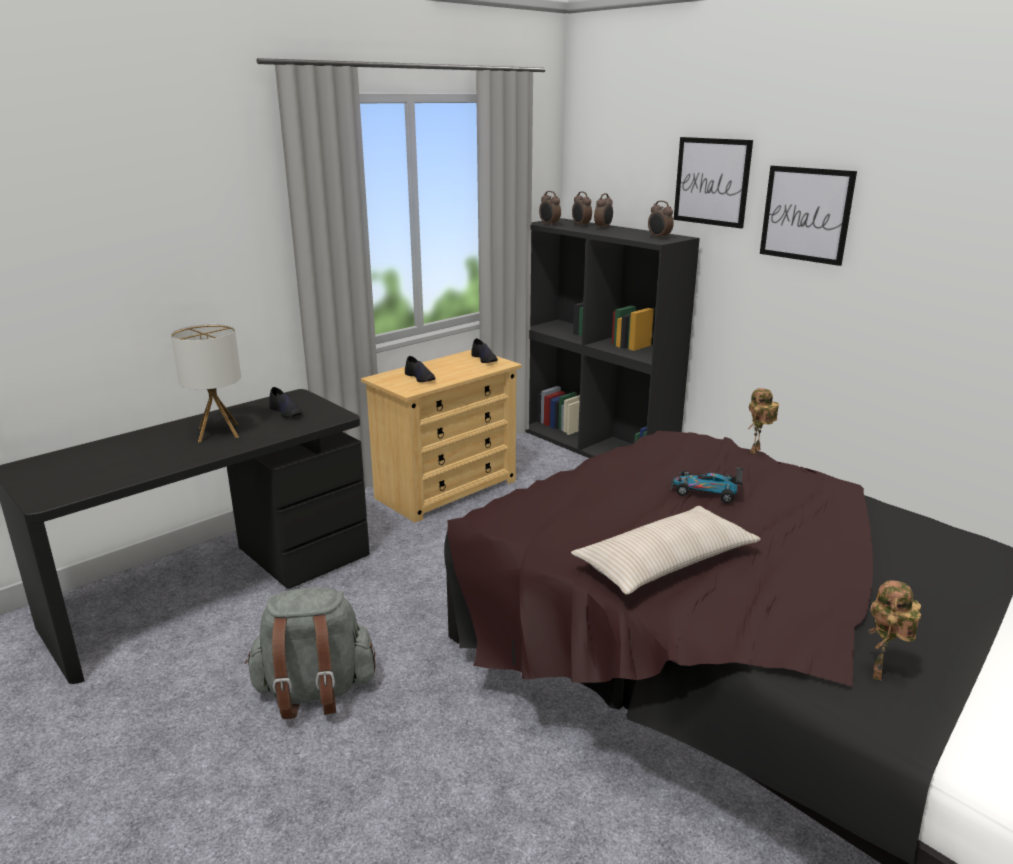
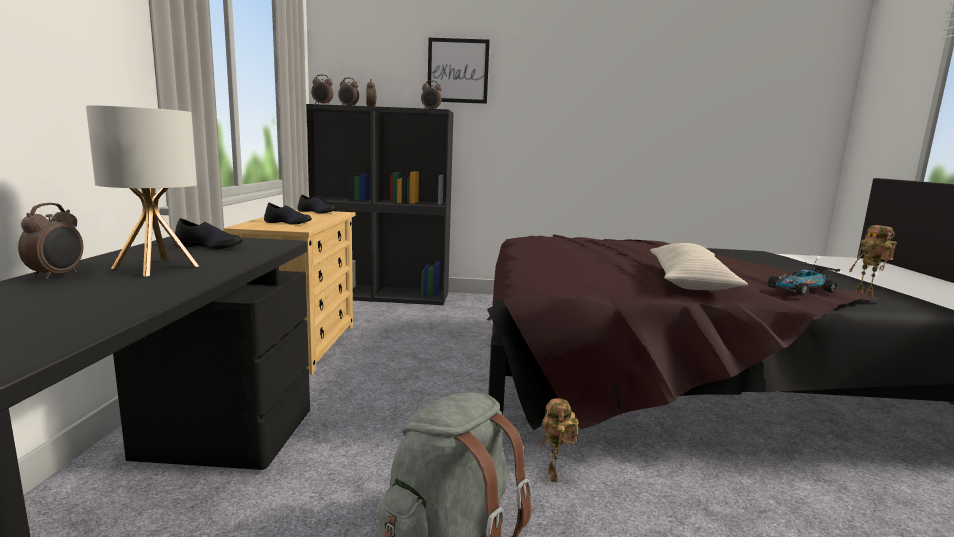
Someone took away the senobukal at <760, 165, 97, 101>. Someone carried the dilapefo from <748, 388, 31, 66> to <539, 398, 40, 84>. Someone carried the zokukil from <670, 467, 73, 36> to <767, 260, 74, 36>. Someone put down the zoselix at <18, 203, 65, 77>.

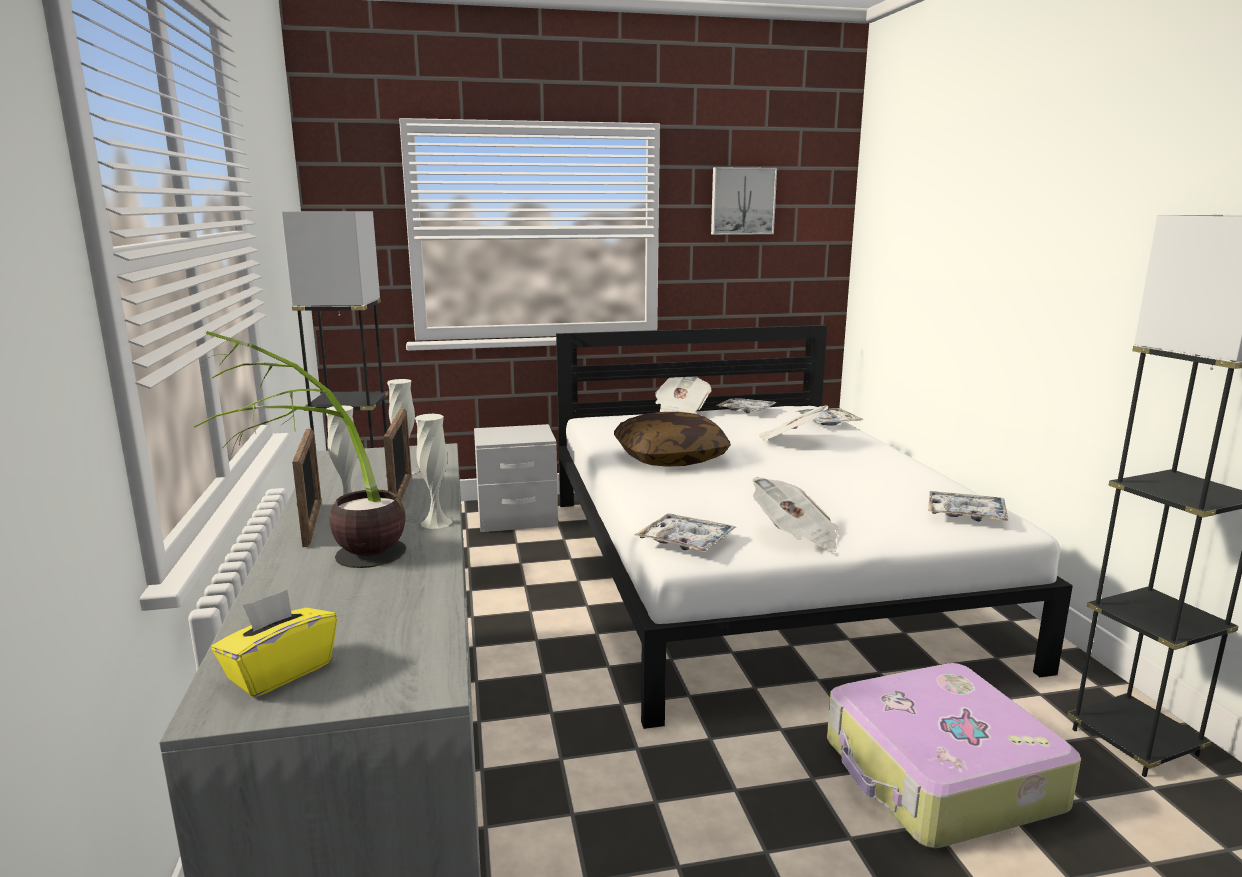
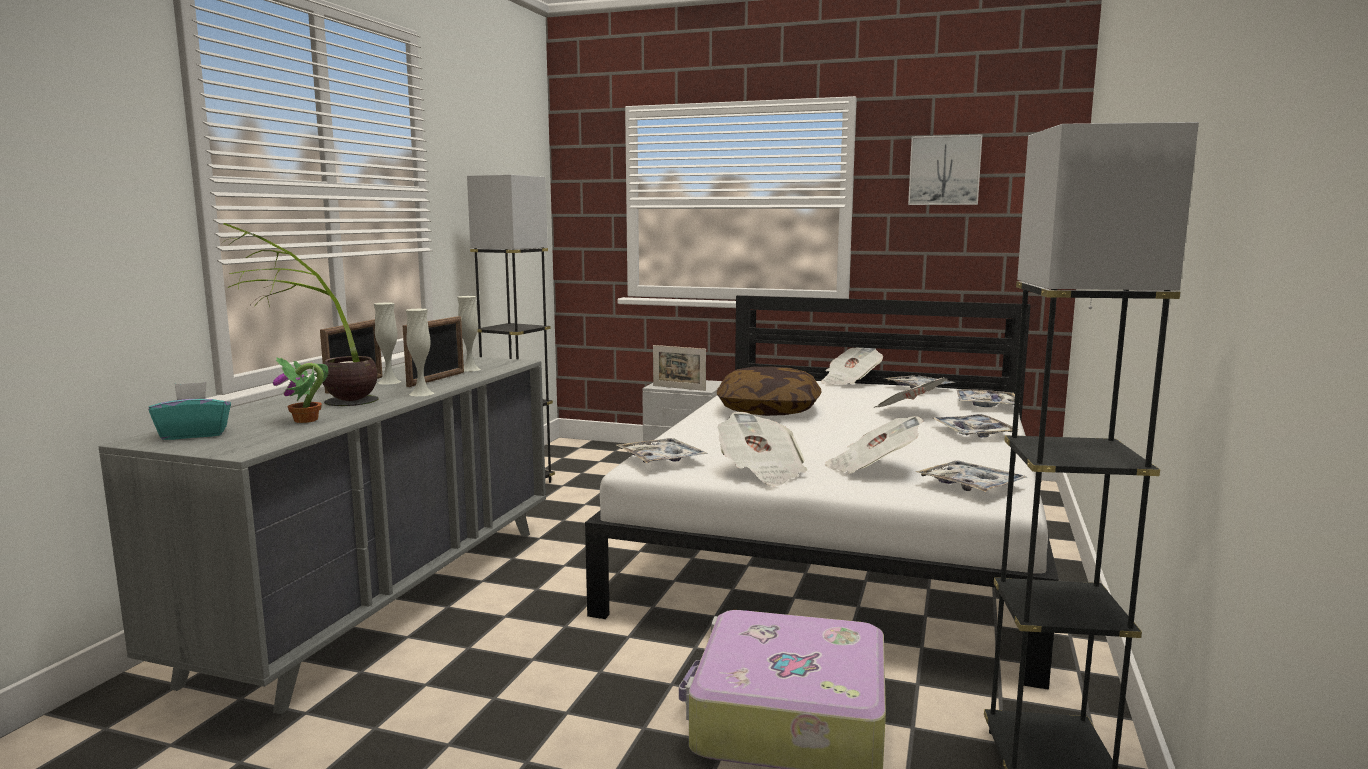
Someone repainted the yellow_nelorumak at <211, 589, 126, 109>, which became the turquoise_nelorumak at <149, 382, 82, 58>. Someone put down the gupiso at <653, 345, 53, 46>. Someone put down the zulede at <273, 357, 55, 66>. Someone put down the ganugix at <933, 414, 80, 24>. Someone put down the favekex at <825, 416, 99, 58>.

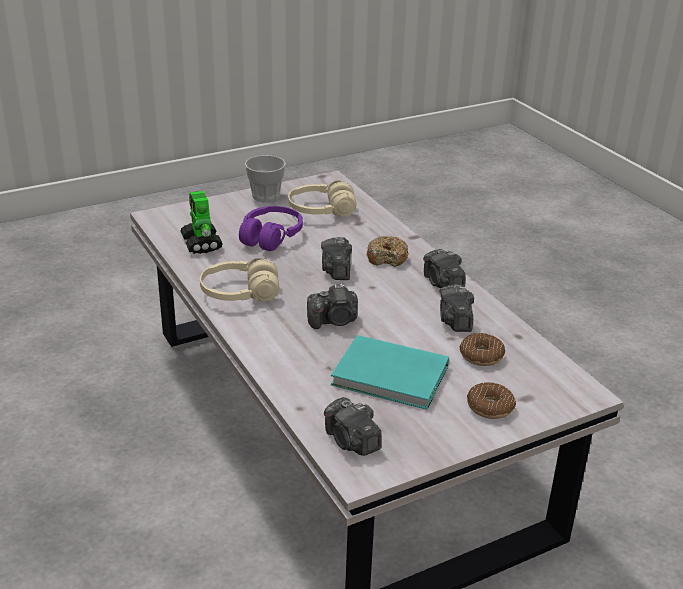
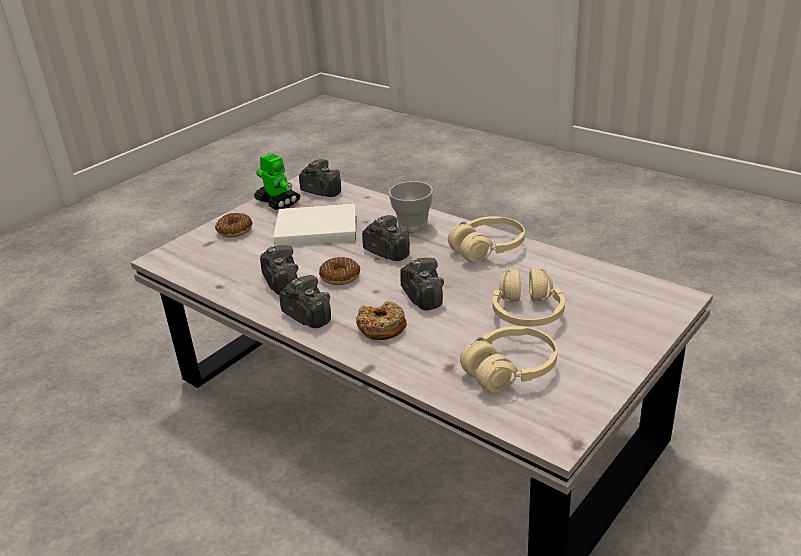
Someone carried the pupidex from <245, 155, 41, 47> to <389, 181, 44, 52>. Someone carried the dilapefo from <180, 191, 43, 63> to <254, 153, 46, 57>. Someone repainted the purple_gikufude at <239, 206, 64, 45>, which became the beige_gikufude at <493, 268, 72, 58>. Someone rotated the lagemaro at <307, 283, 51, 46> by 75 degrees clockwise. Someone carried the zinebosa from <460, 333, 45, 33> to <319, 257, 41, 28>. Someone repainted the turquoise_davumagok at <331, 335, 118, 75>, which became the white_davumagok at <273, 204, 83, 42>.

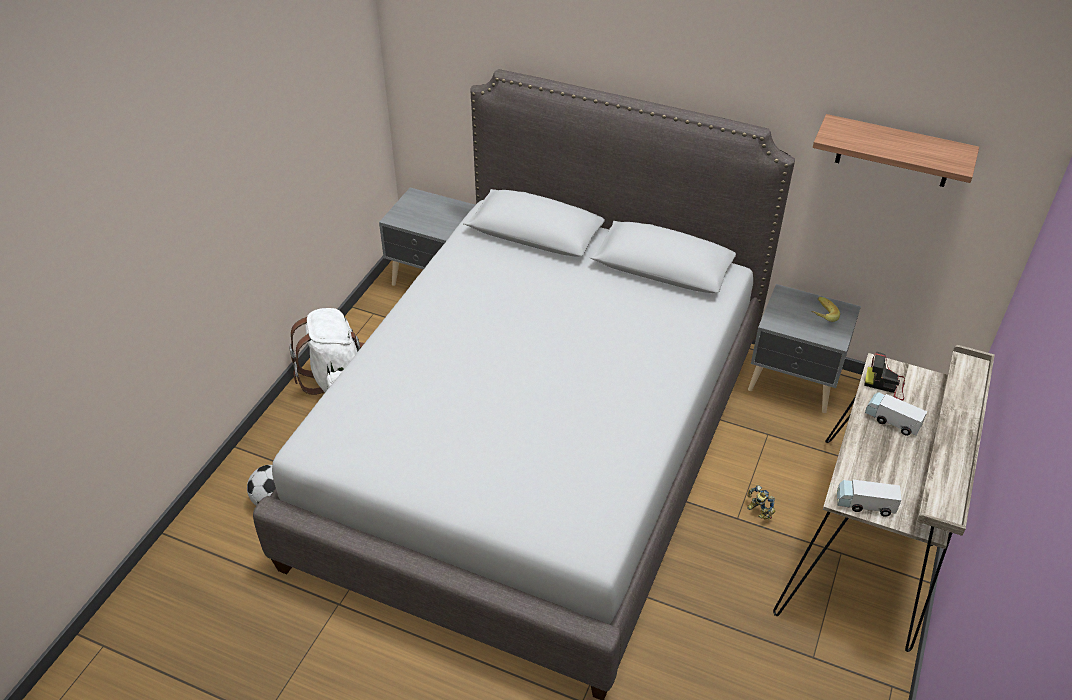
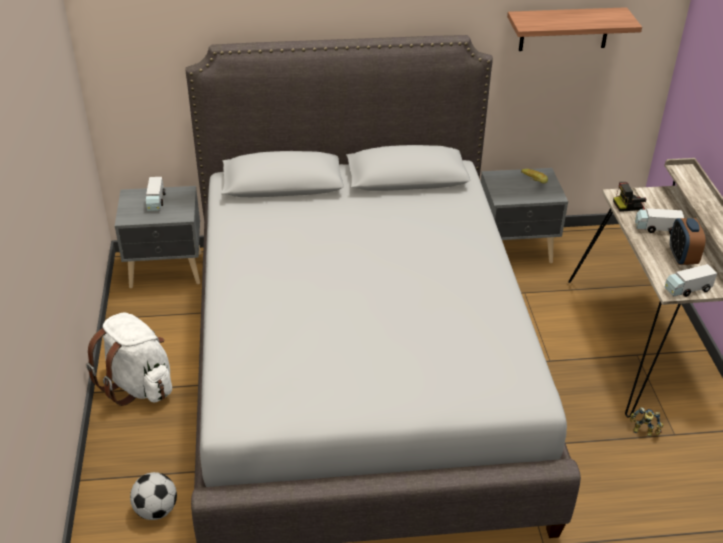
Someone carried the dilapefo from <747, 485, 28, 35> to <630, 407, 33, 29>. Someone put down the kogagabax at <146, 177, 20, 34>. Someone put down the zoselix at <670, 218, 36, 47>.

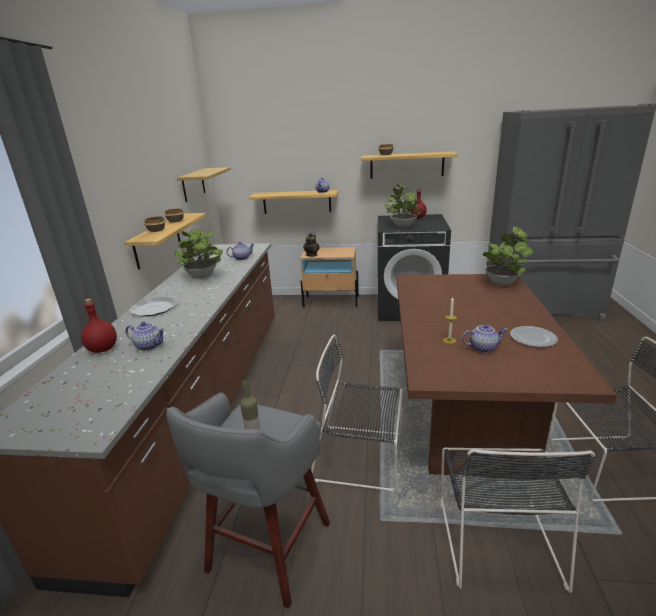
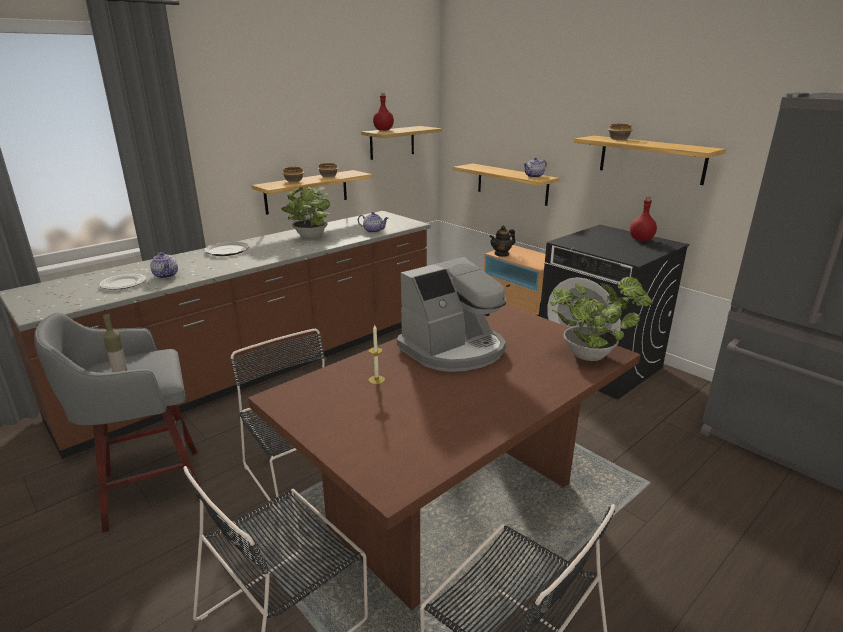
Someone took away the zulede at <385, 183, 37, 45>. Someone carried the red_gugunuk from <81, 298, 36, 55> to <373, 93, 21, 38>. Someone took away the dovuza at <462, 324, 46, 29>. Someone carried the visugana from <510, 326, 48, 21> to <99, 274, 47, 16>. Someone put down the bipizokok at <397, 257, 109, 115>.

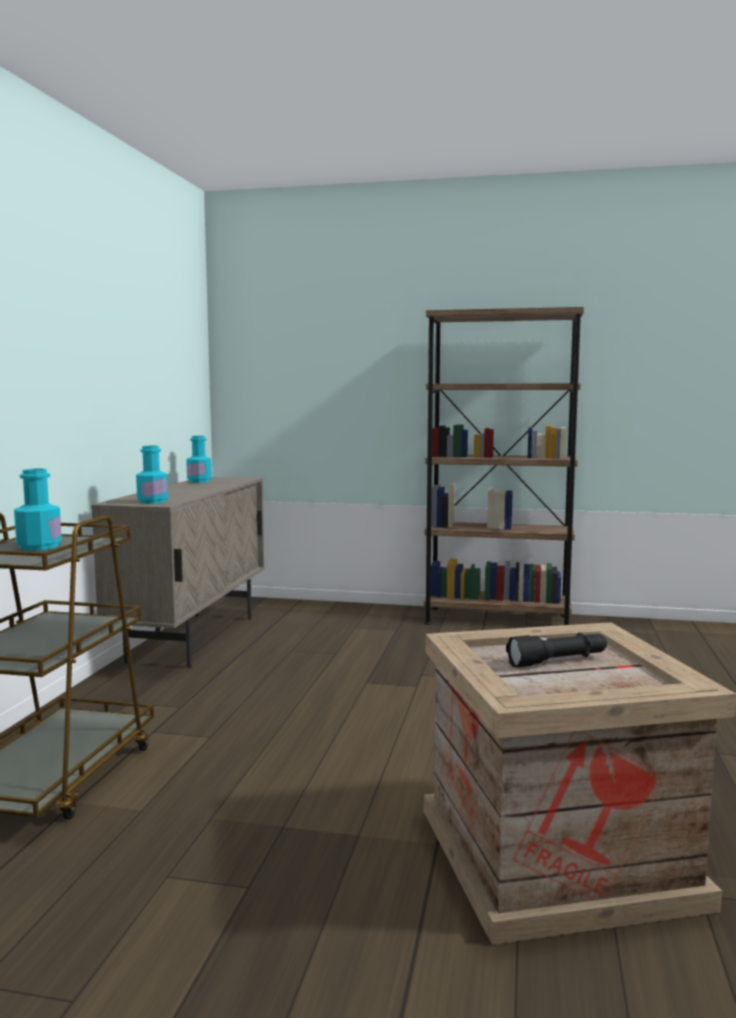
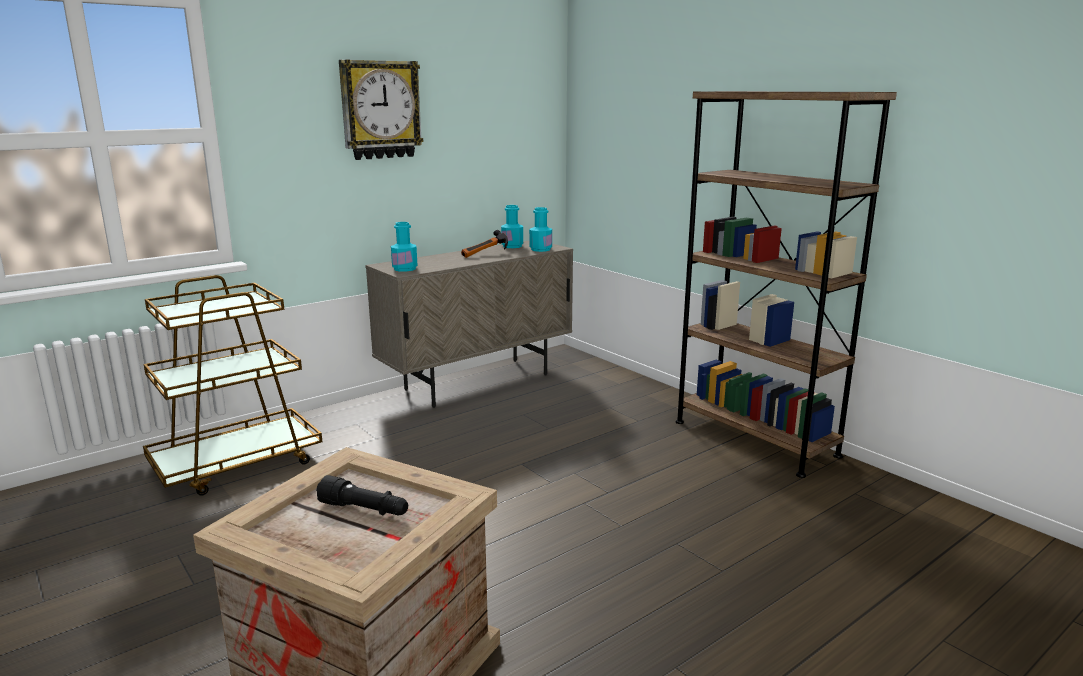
Someone carried the turquoise_gugunuk from <14, 469, 48, 81> to <529, 207, 23, 45>. Someone put up the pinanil at <339, 59, 84, 101>. Someone put down the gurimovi at <461, 230, 47, 28>.

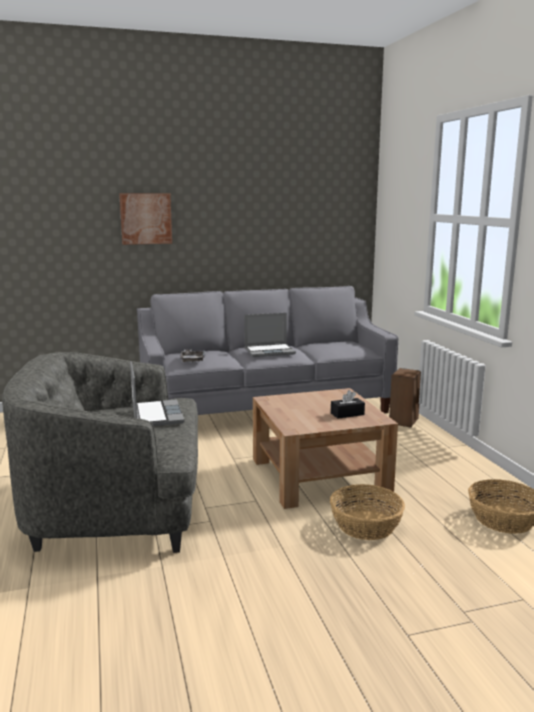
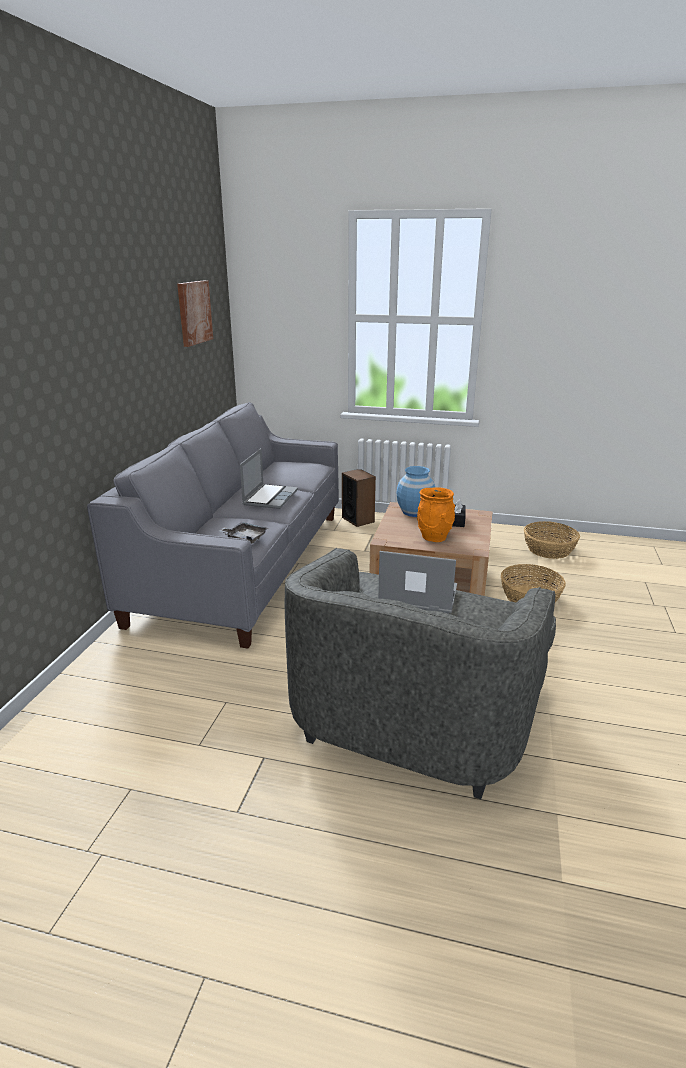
Someone carried the senobukal from <119, 194, 53, 51> to <177, 280, 36, 67>. Someone put down the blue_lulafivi at <397, 466, 38, 51>. Someone put down the orange_lulafivi at <417, 488, 38, 54>.

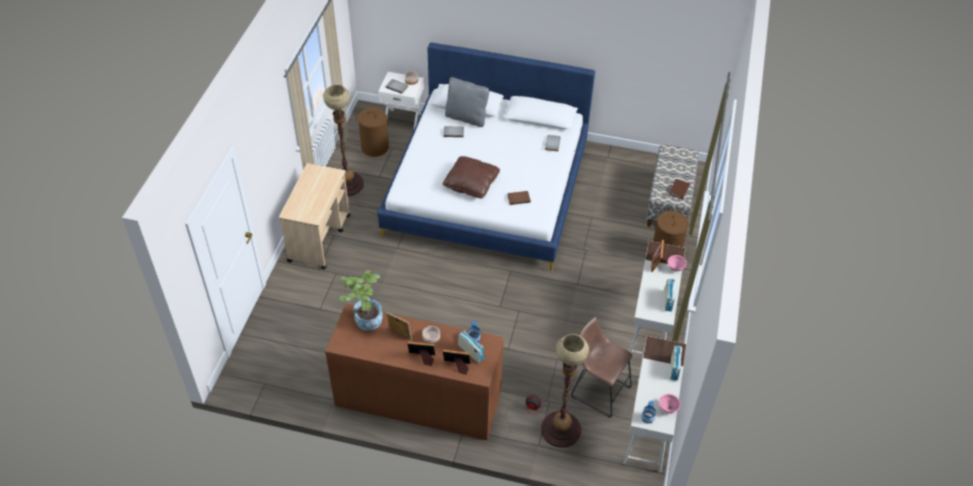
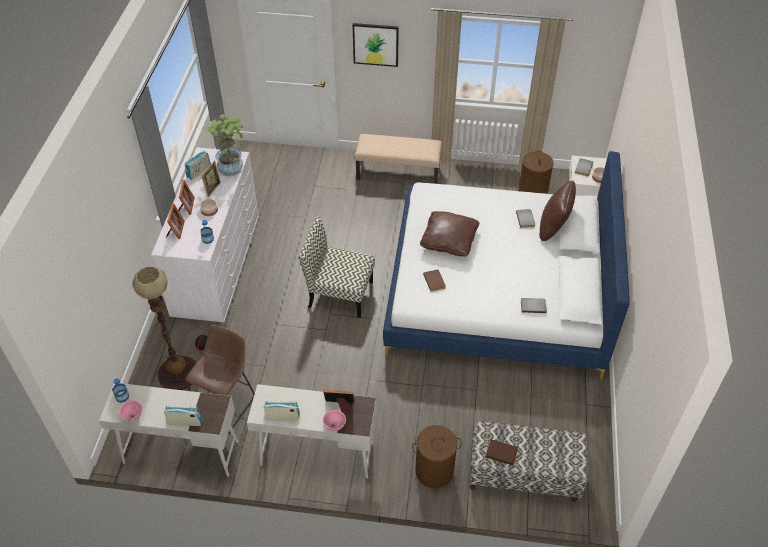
Someone repainted the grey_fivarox at <445, 77, 44, 50>, which became the brown_fivarox at <539, 180, 37, 61>. Someone took away the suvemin at <323, 85, 41, 111>. Someone swapped the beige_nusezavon at <279, 163, 71, 106> for the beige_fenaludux at <355, 134, 87, 50>. Someone repainted the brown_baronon at <325, 304, 179, 136>, which became the white_baronon at <151, 148, 108, 174>. Someone carried the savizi from <458, 331, 26, 32> to <184, 151, 27, 29>. Someone put up the senobukal at <352, 23, 47, 44>. Someone put down the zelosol at <299, 217, 76, 101>.

